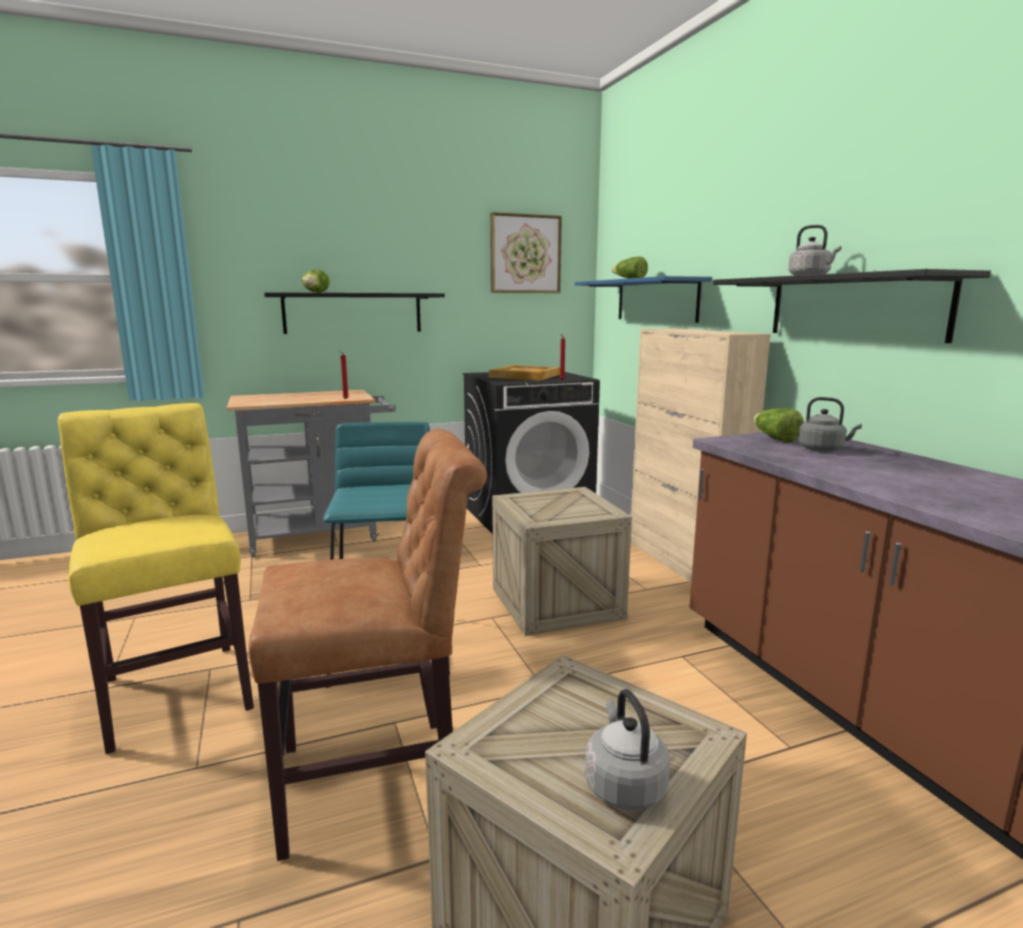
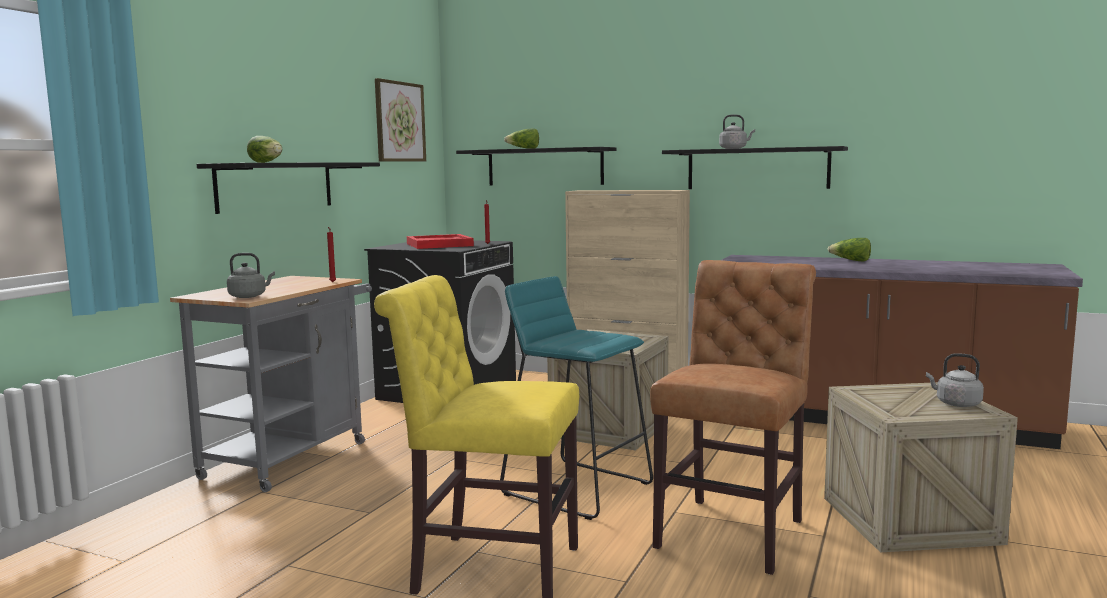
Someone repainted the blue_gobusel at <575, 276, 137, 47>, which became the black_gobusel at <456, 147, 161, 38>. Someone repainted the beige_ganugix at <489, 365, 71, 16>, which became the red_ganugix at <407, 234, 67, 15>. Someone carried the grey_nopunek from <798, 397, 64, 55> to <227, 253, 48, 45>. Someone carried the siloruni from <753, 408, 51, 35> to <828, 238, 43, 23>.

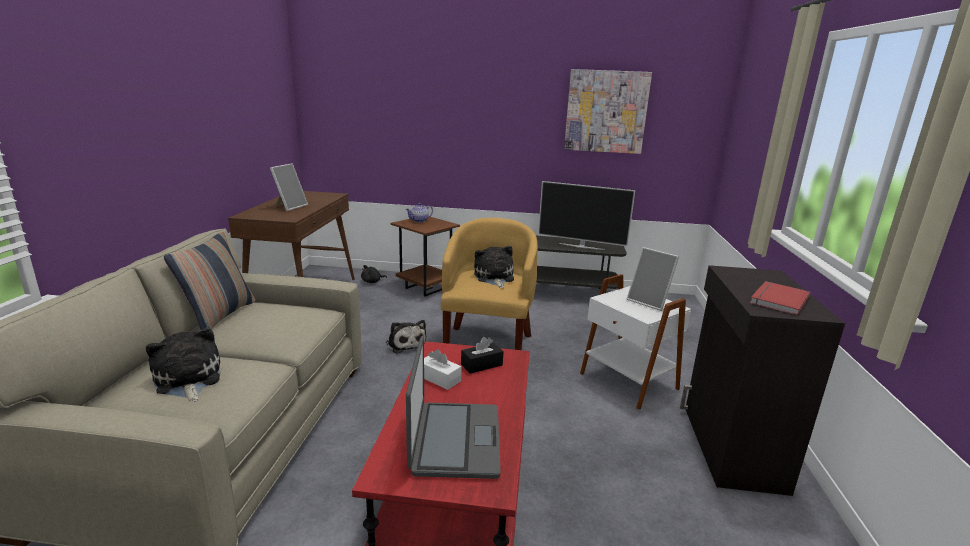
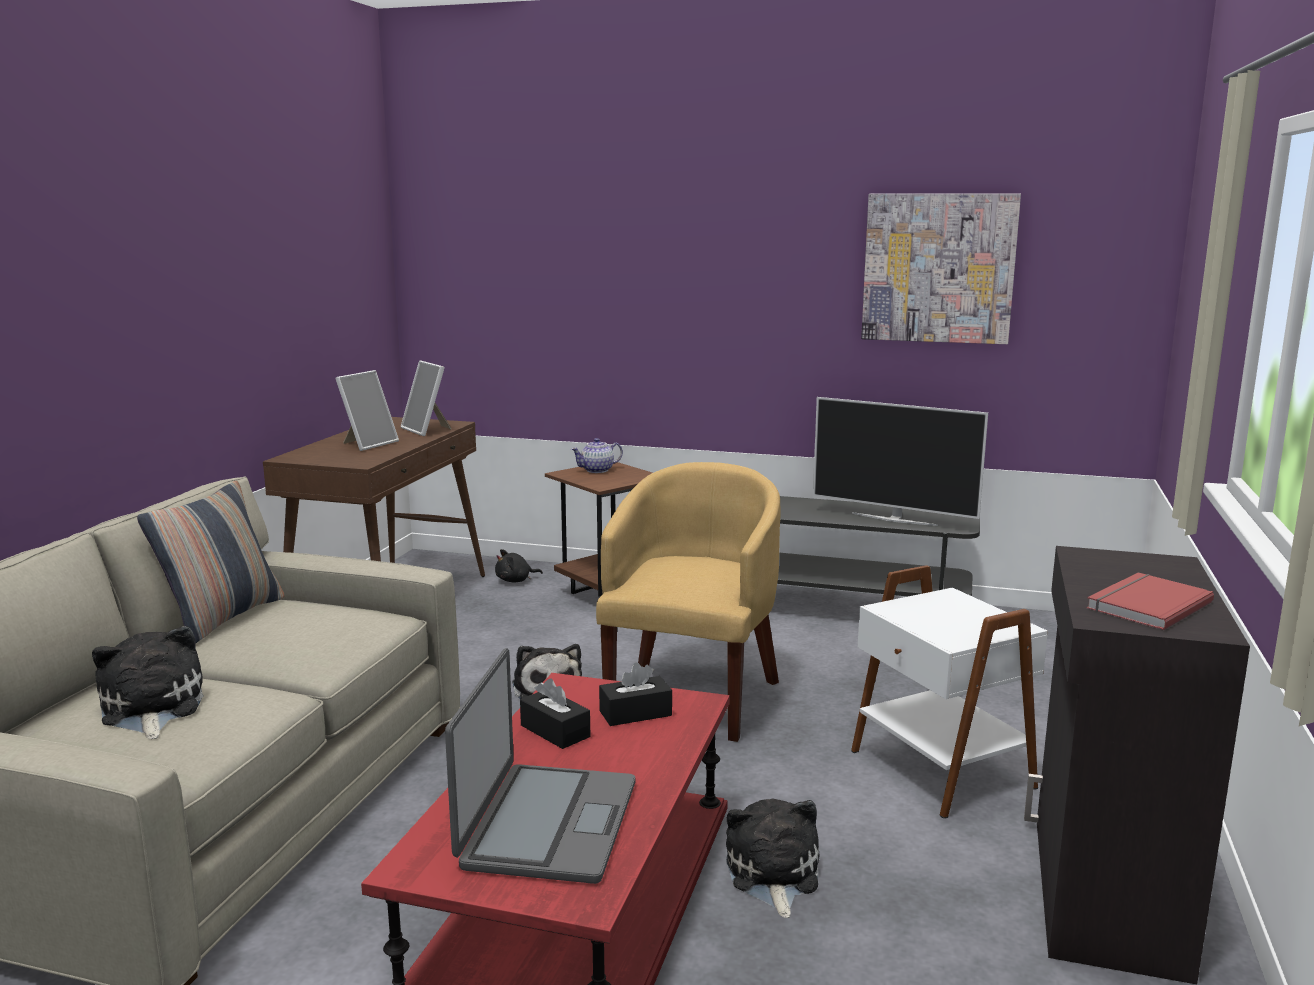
Someone carried the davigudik from <474, 246, 40, 42> to <726, 799, 93, 119>. Someone carried the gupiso from <627, 247, 52, 64> to <401, 360, 51, 76>. Someone repainted the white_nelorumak at <424, 349, 38, 41>, which became the black_nelorumak at <520, 678, 70, 71>.

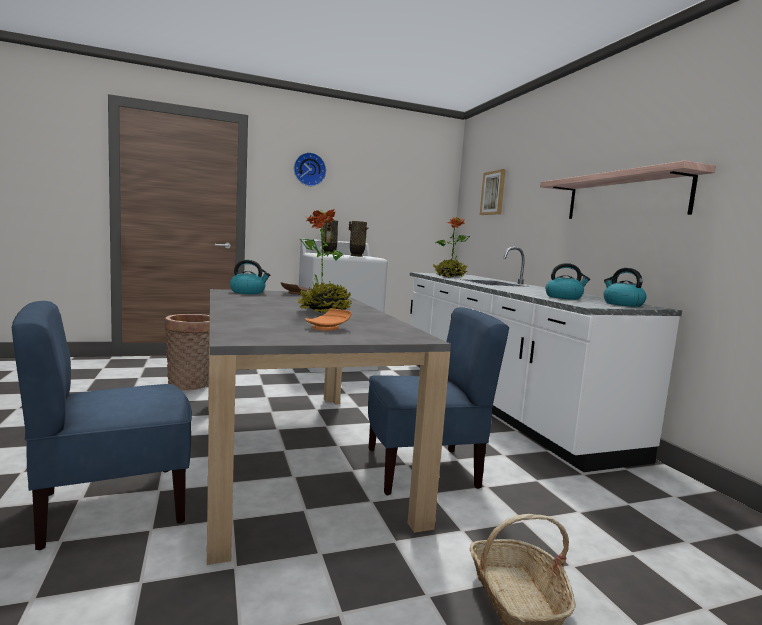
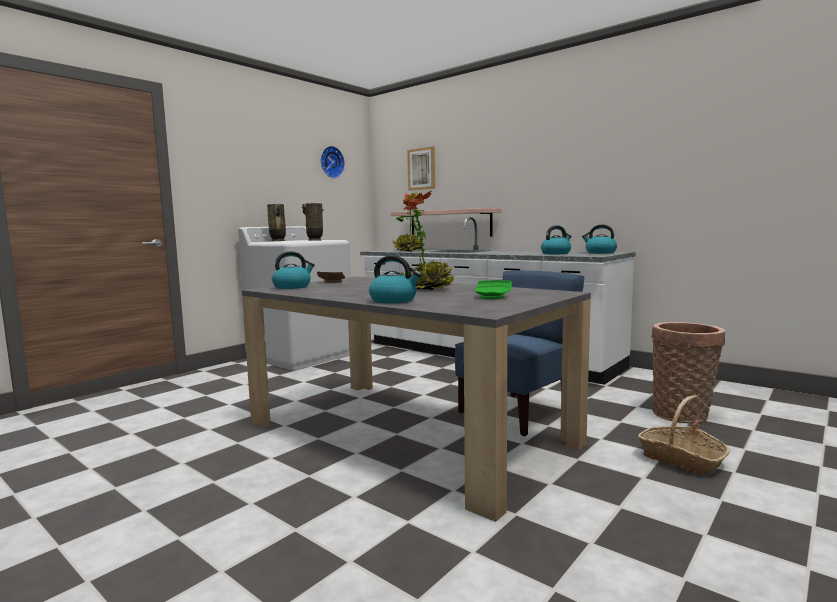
Someone carried the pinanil from <294, 152, 32, 34> to <320, 146, 25, 32>. Someone carried the gobusel from <540, 161, 176, 58> to <391, 208, 110, 28>. Someone took away the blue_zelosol at <12, 301, 180, 249>. Someone repainted the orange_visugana at <305, 309, 47, 22>, which became the green_visugana at <475, 280, 37, 20>. Someone carried the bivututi from <165, 314, 45, 77> to <651, 322, 74, 101>. Someone put down the nopunek at <369, 255, 53, 49>.

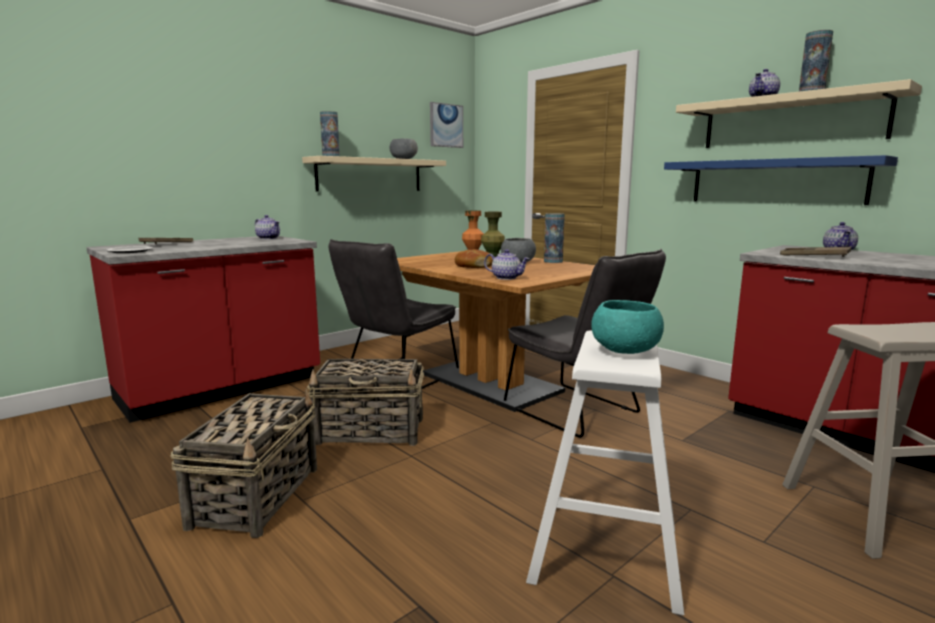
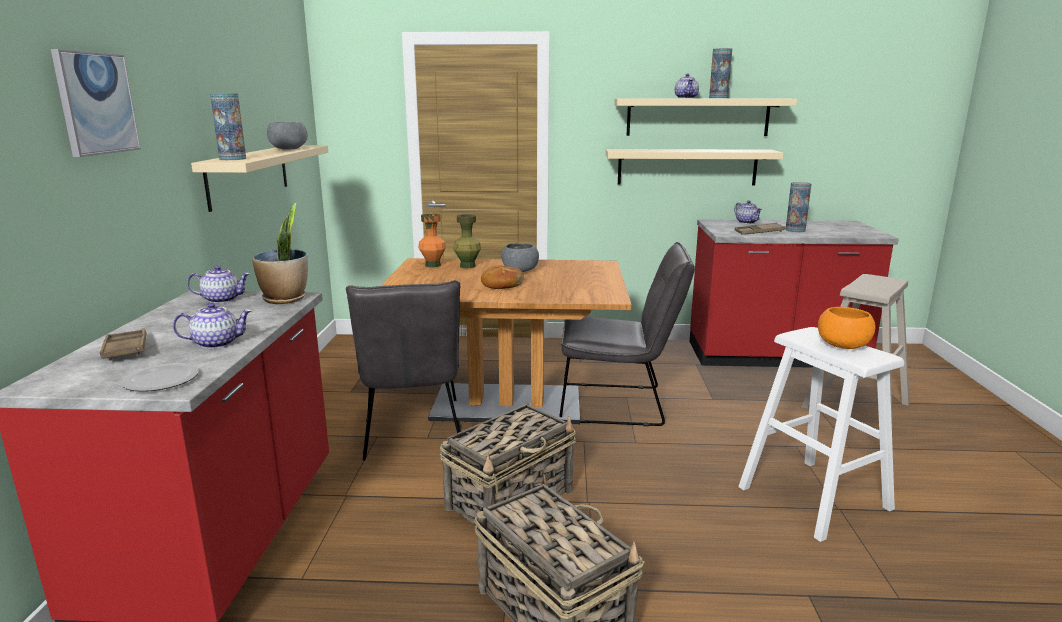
Someone carried the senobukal from <430, 102, 33, 46> to <51, 49, 90, 108>. Someone repainted the blue_gobusel at <664, 155, 234, 50>, which became the beige_gobusel at <606, 149, 177, 36>. Someone carried the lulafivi from <544, 213, 21, 50> to <785, 182, 26, 50>. Someone carried the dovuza from <484, 249, 46, 31> to <173, 303, 79, 46>. Someone repainted the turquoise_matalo at <591, 300, 73, 54>, which became the orange_matalo at <818, 307, 57, 42>. Someone put down the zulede at <252, 202, 56, 102>.

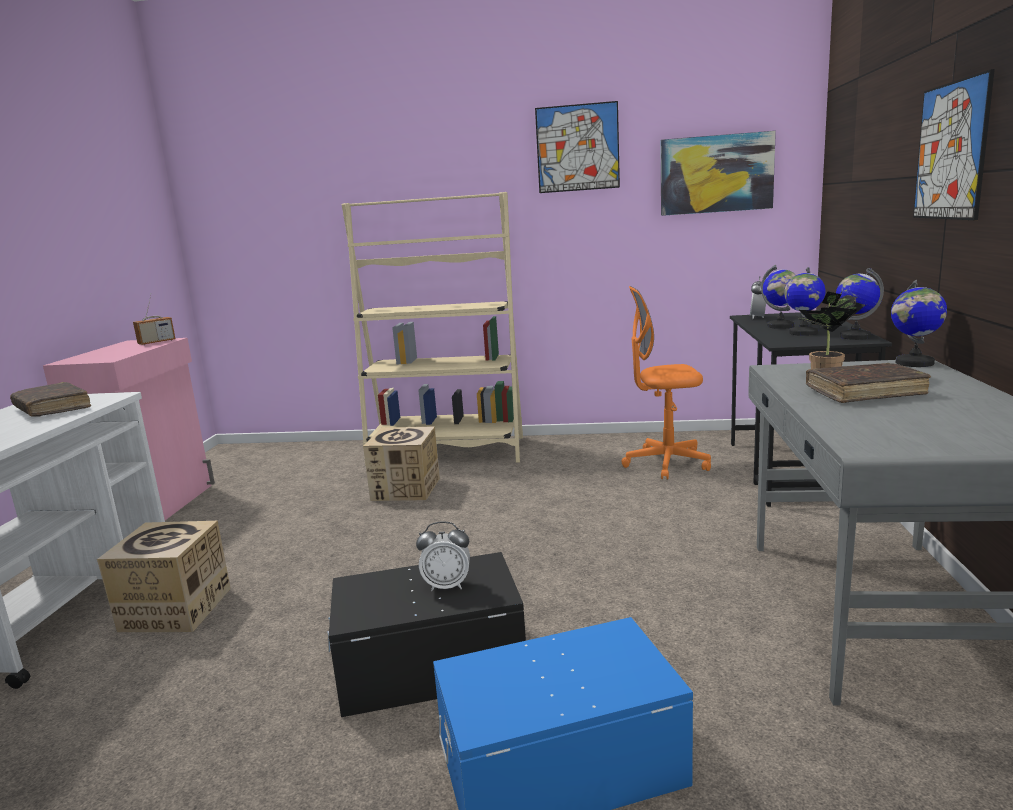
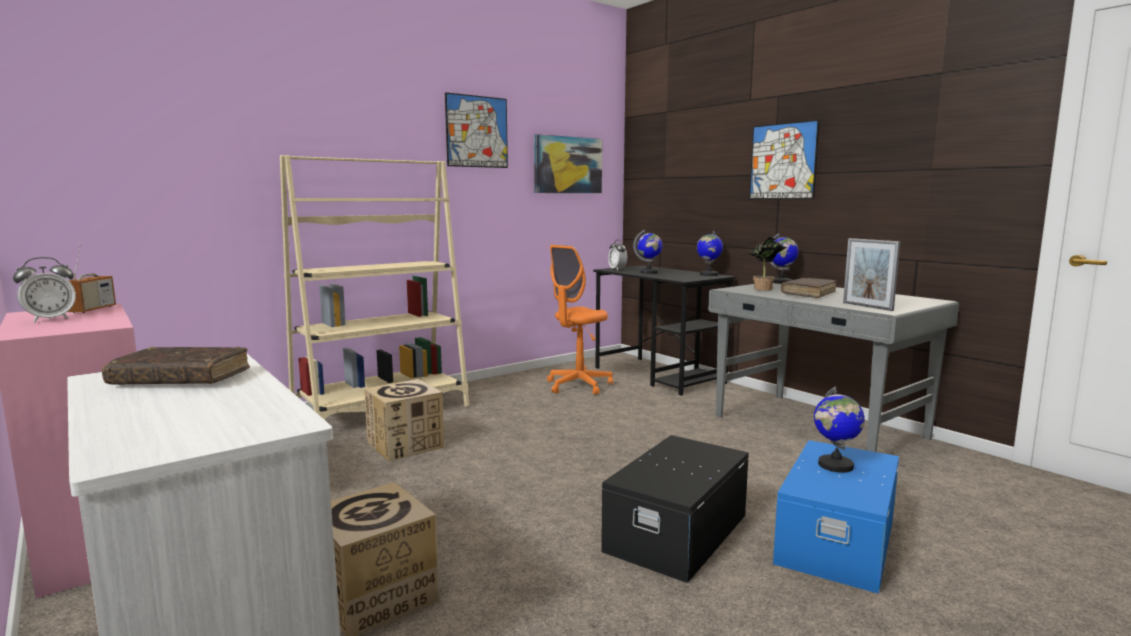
Someone carried the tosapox from <784, 267, 42, 69> to <814, 386, 51, 87>. Someone carried the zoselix from <416, 521, 54, 70> to <13, 257, 63, 66>. Someone put down the gupiso at <843, 238, 57, 73>.

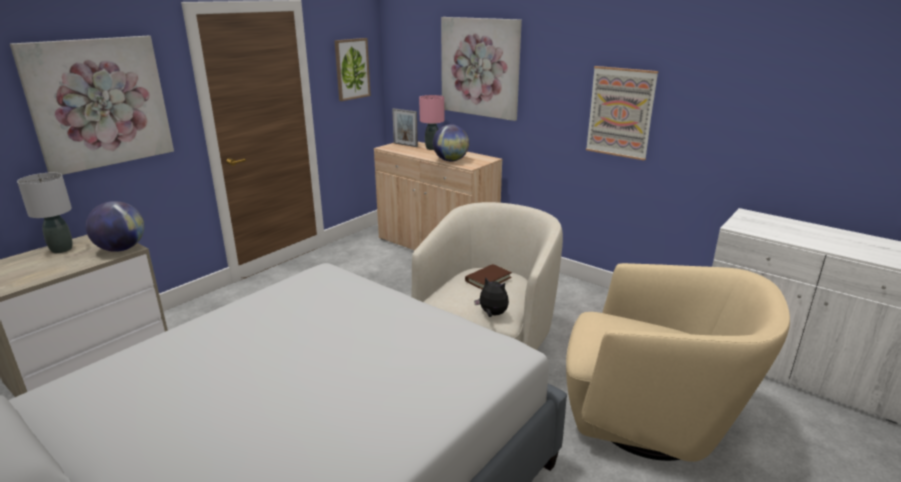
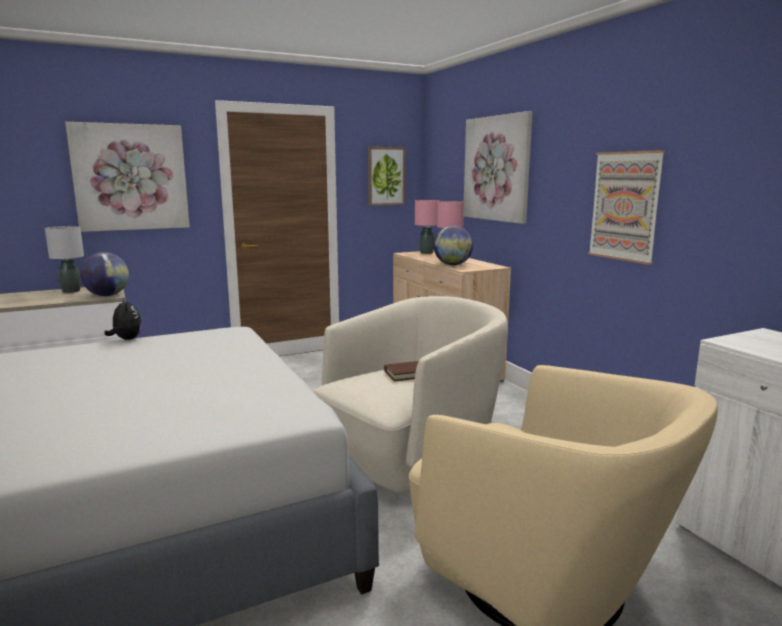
Someone swapped the gupiso at <392, 108, 26, 39> for the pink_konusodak at <415, 200, 25, 54>. Someone carried the davigudik from <474, 277, 35, 40> to <104, 298, 38, 42>.

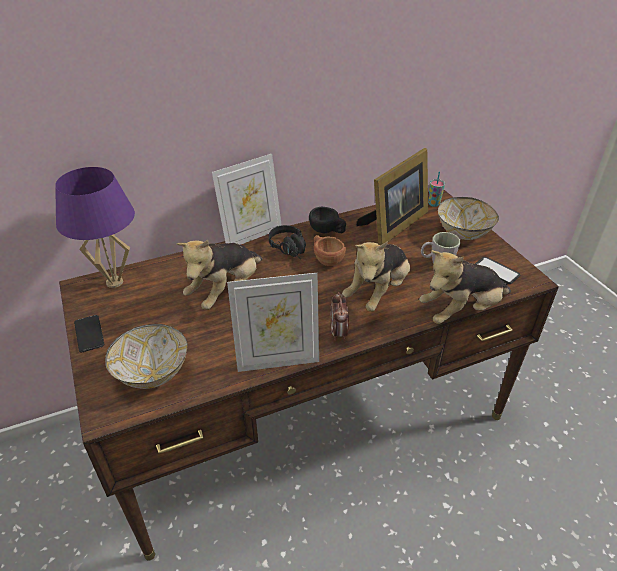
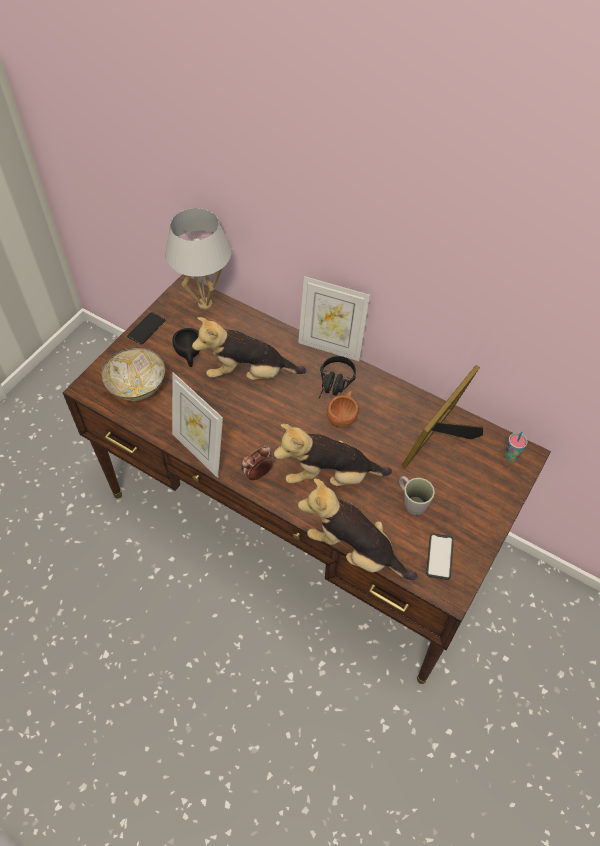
Someone rotated the gupiso at <356, 148, 72, 97> by 120 degrees clockwise. Someone repainted the purple_konusodak at <55, 167, 80, 121>, which became the white_konusodak at <165, 208, 66, 101>. Someone took away the matalo at <438, 197, 61, 43>. Someone carried the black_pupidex from <309, 207, 37, 26> to <172, 328, 28, 39>.

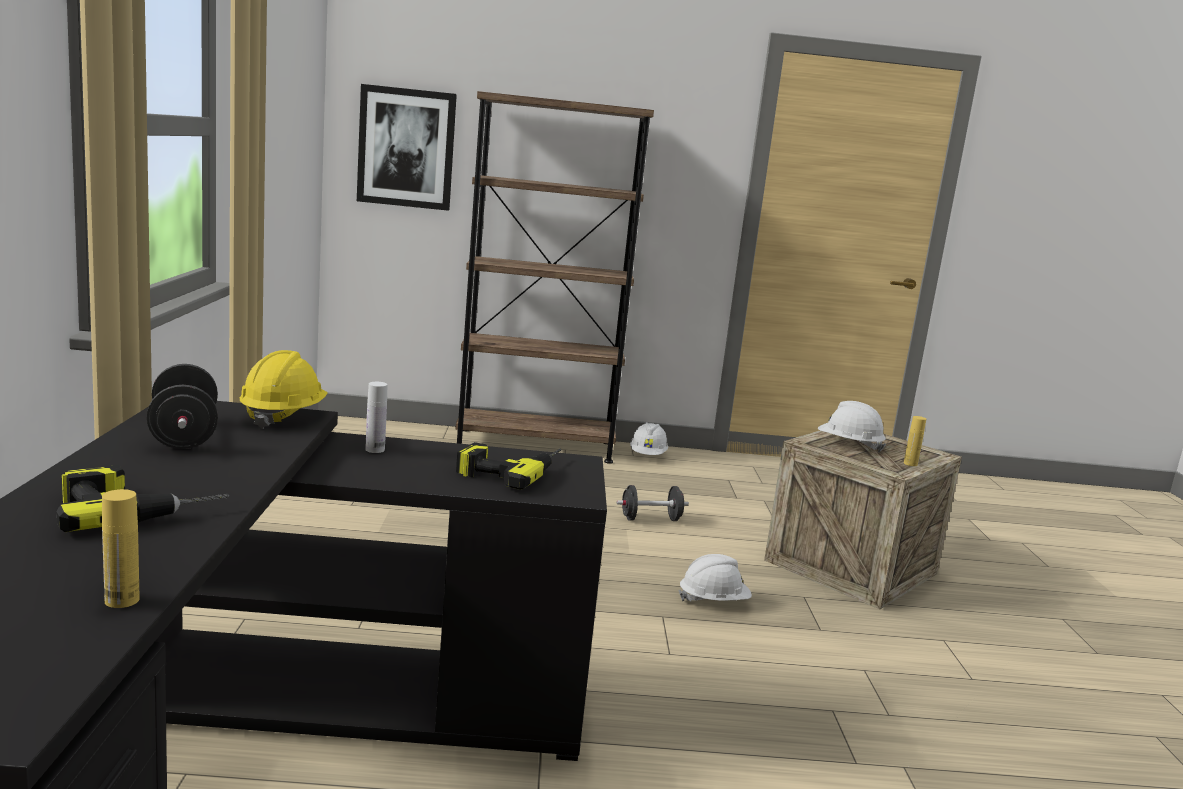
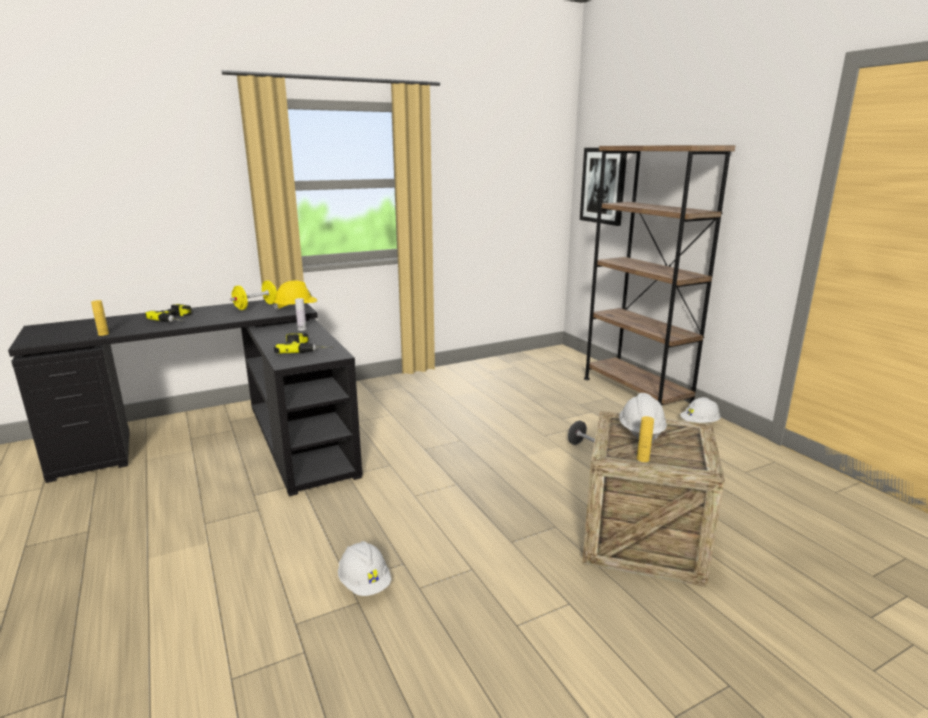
Someone repainted the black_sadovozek at <147, 364, 71, 85>, which became the yellow_sadovozek at <230, 280, 48, 30>. Someone carried the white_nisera from <678, 554, 74, 47> to <338, 541, 53, 55>.

